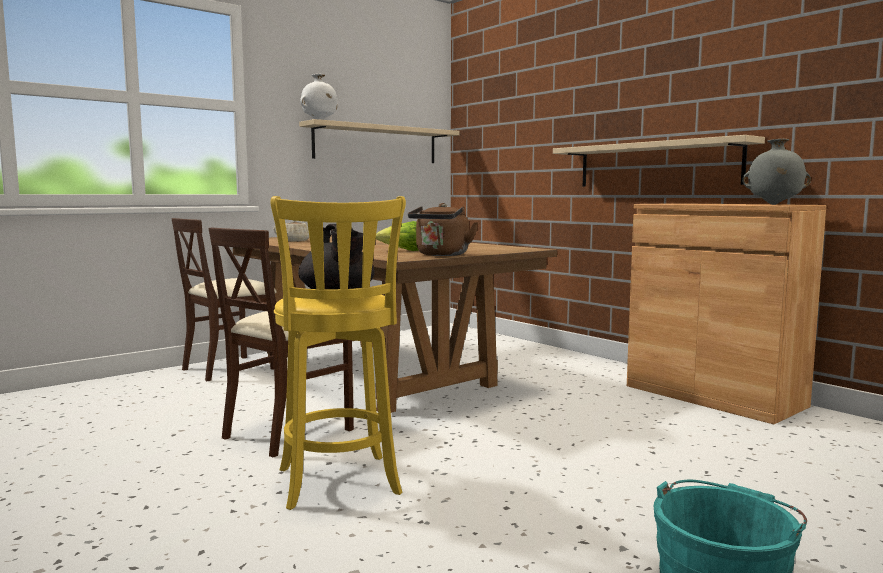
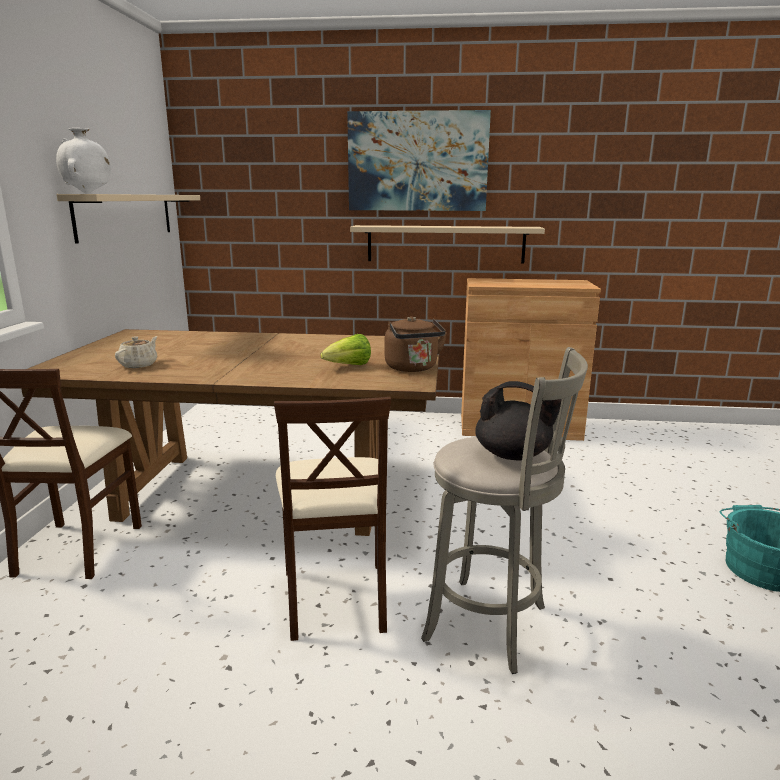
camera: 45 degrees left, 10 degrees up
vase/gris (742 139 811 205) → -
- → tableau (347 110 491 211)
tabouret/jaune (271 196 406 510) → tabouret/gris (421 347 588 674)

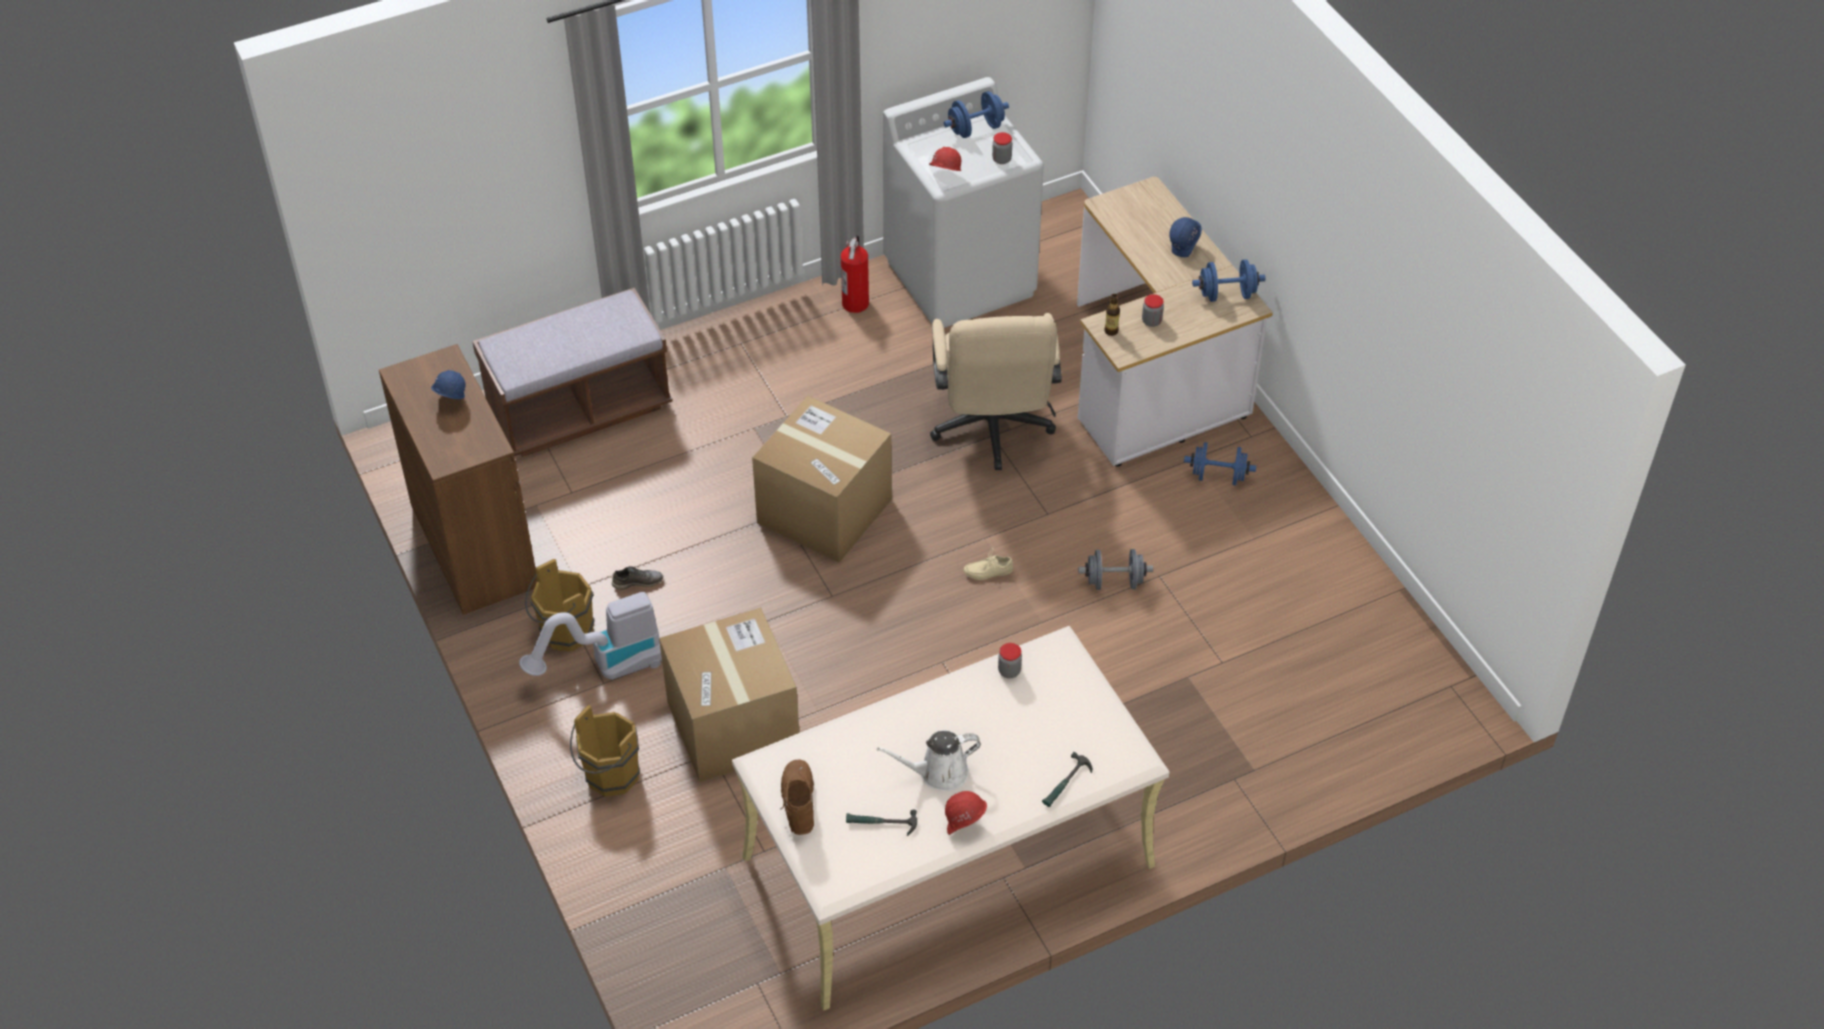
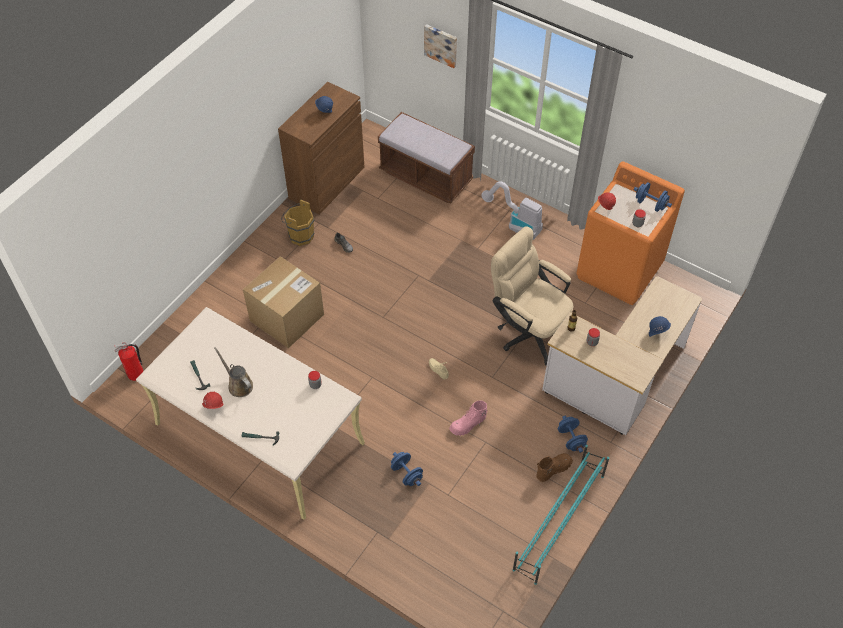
camera: 60 degrees right, 5 degrees up
seau/marron (570 705 640 797) → -
carton (752 395 892 563) → -
- → tableau (424 24 457 68)
- → étagère à chaussures/turquoise (513 445 609 585)
aspirateur (519 592 662 680) → aspirateur (482 181 543 240), move
botte/marron (780 759 814 835) → botte/marron (536 453 573 482), move
extincteur (841 235 869 313) → extincteur (114 342 143 381), move
haltère/bleu (1192 259 1265 302) → haltère/bleu (391 452 423 486), move
haltère/gris (1078 549 1153 590) → botte/rose (449 400 488 436)
arrosoir/blanc (877 730 981 791) → arrosoir/marron (214 347 253 397)
lave-linge/blanc (883 77 1044 328) → lave-linge/orange (576 161 685 305)
chaise de bureau/beige (930 313 1062 470) → chaise de bureau/beige (491 226 574 366), 75 degrees clockwise

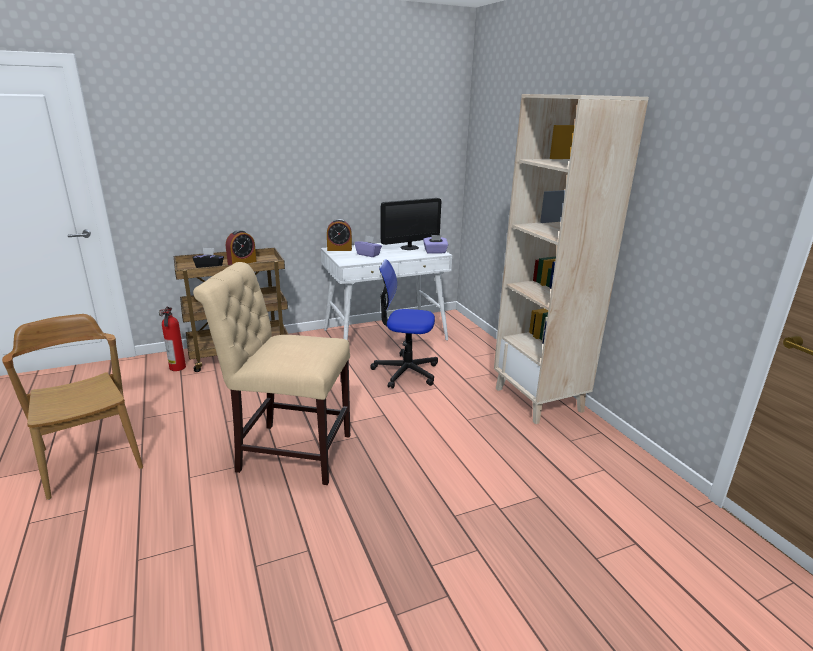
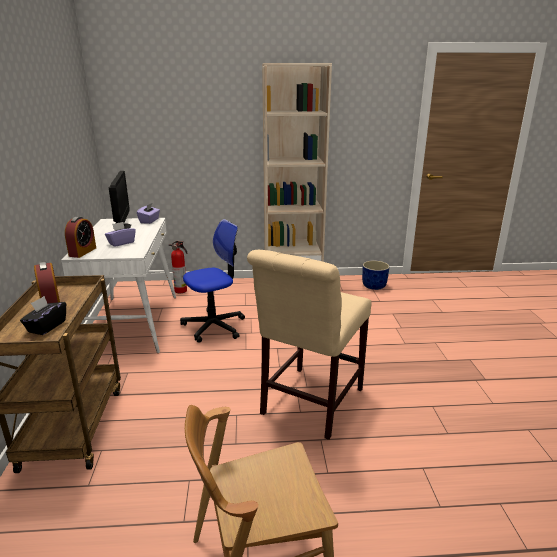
camera: 70 degrees left, 0 degrees up
- → cache-pot/bleu (362 261 390 290)
extincteur (159 307 186 371) → extincteur (169 241 187 293), move
chaise de bureau (370 259 438 389) → chaise de bureau (180 219 245 343), 150 degrees counterclockwise

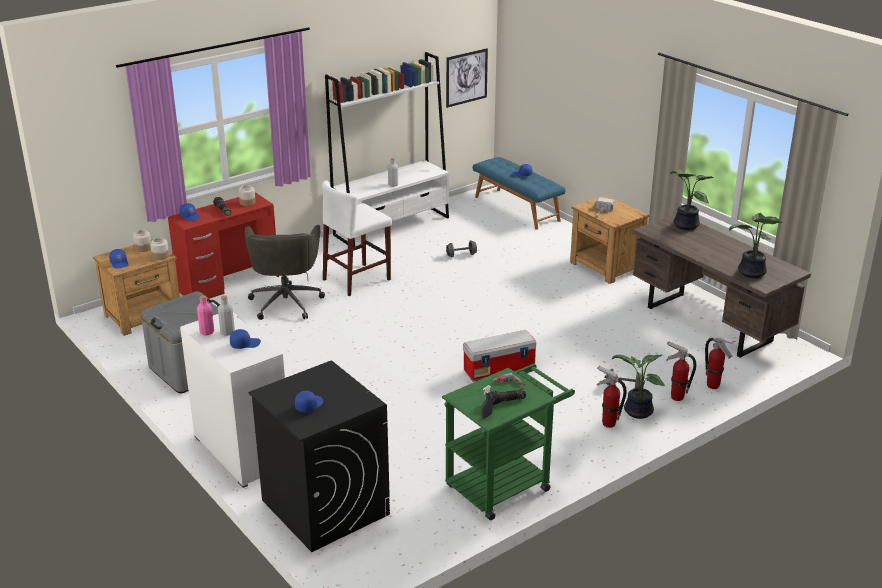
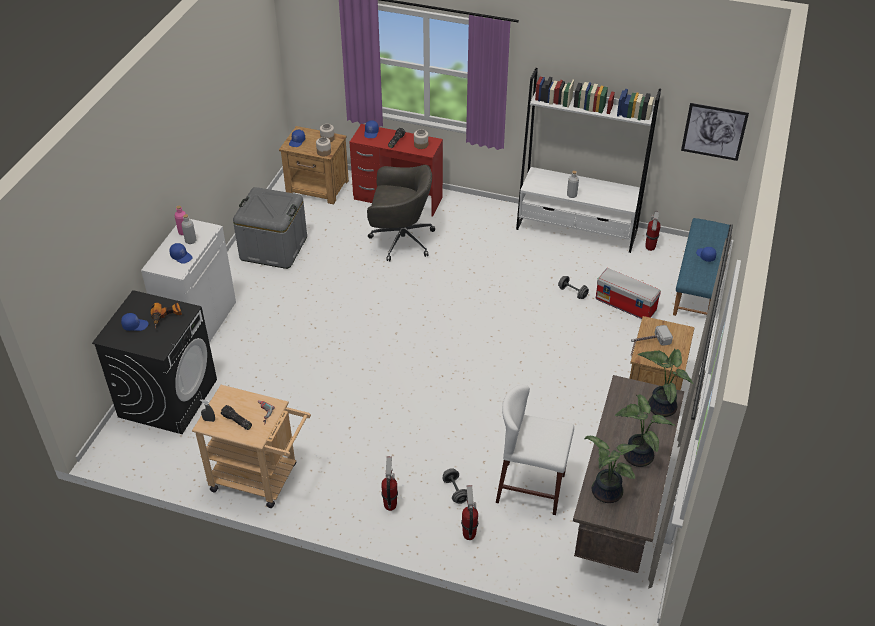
camera: 55 degrees right, 15 degrees up
- → perceuse (151 303 182 329)
tabouret/blanc (322 181 392 296) → tabouret/blanc (496 385 574 515), move
boîte de rangement (463 330 537 382) → boîte de rangement (596 268 661 319), move
plante en pot (612 355 665 419) → plante en pot (615 394 675 467), move
extincteur (705 336 735 389) → extincteur (645 211 661 251), move
chariot/vert (442 364 575 520) → chariot/beige (192 385 311 508)
chaise de bureau/gris (245 225 325 320) → chaise de bureau/gris (367 165 435 261), 135 degrees counterclockwise

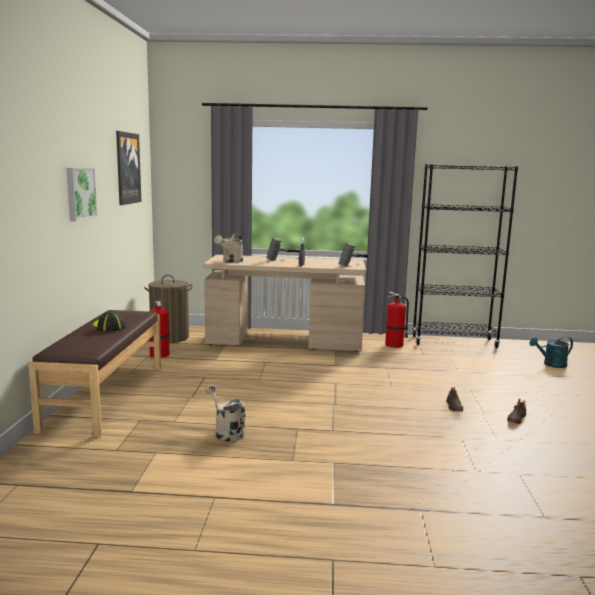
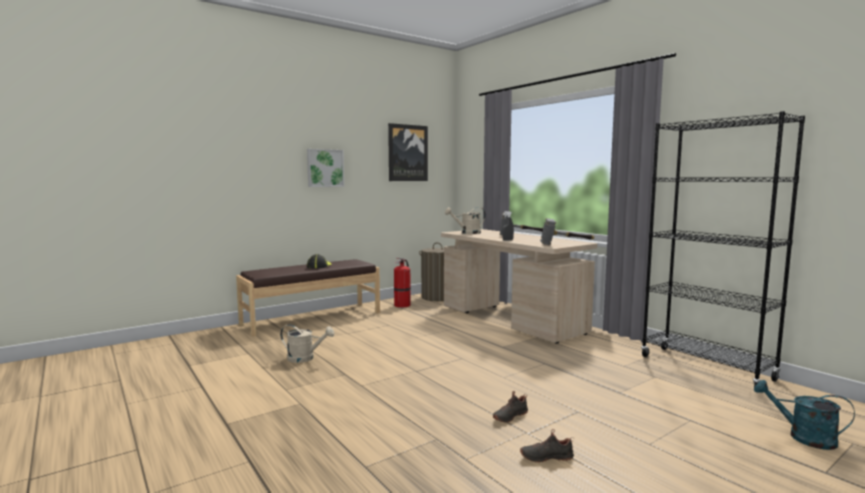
camera: 50 degrees right, 5 degrees down
extincteur (385 292 409 348) → -
arrosoir/beige (205 384 245 441) → arrosoir/beige (280 324 335 363), 90 degrees clockwise

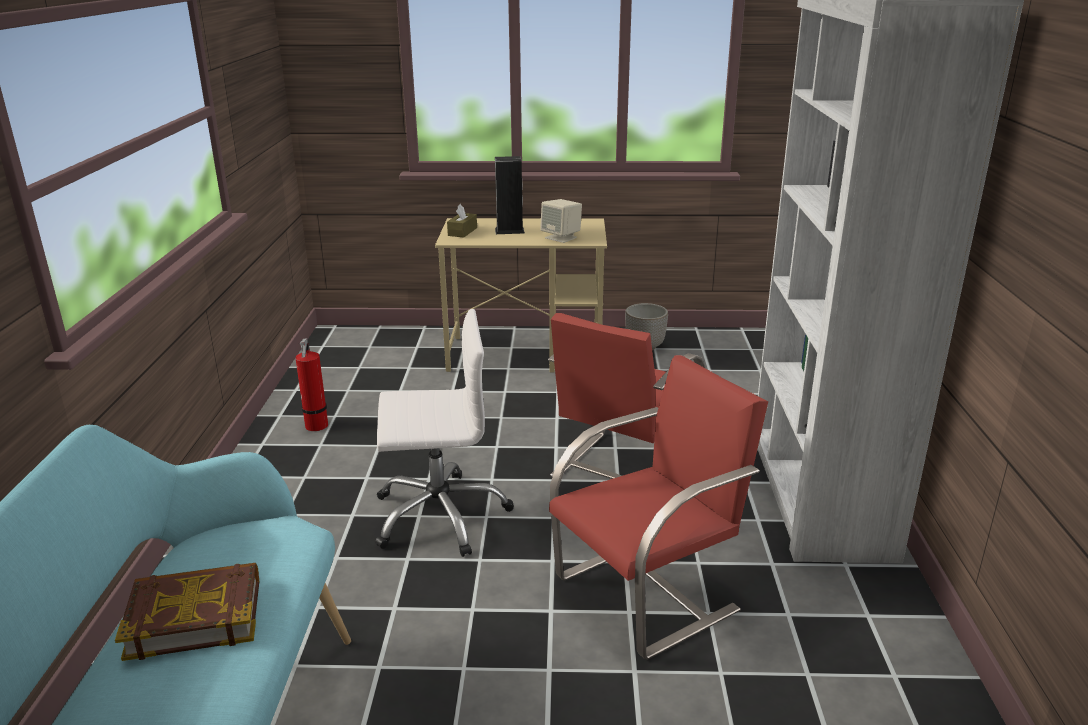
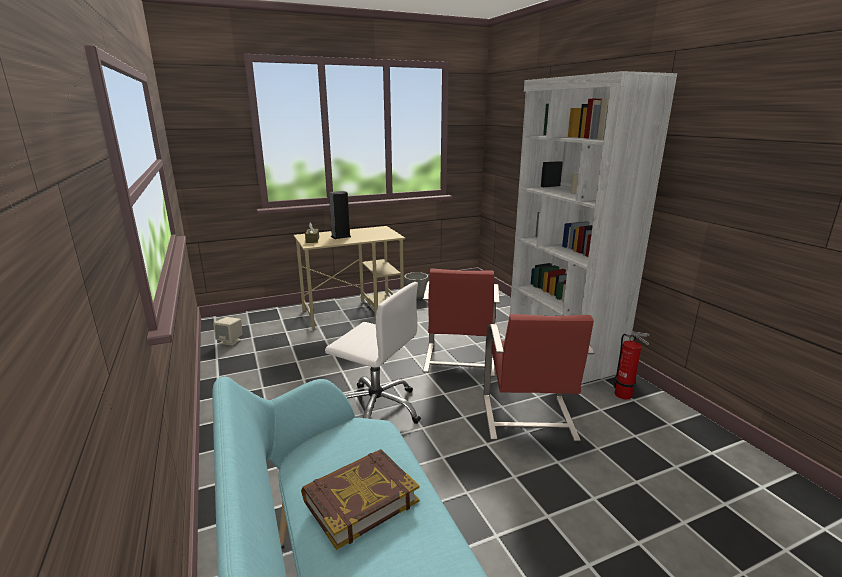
camera: 25 degrees left, 5 degrees down
extincteur (295 339 328 431) → extincteur (614 331 649 400), move
enceinte/beige (540 199 582 243) → enceinte/beige (214 317 243 346), move
chaise de bureau/blanc (375 309 514 557) → chaise de bureau/blanc (325 282 421 424), 60 degrees clockwise
chaise/rouge (549 355 768 660) → chaise/rouge (483 314 595 441), 150 degrees clockwise

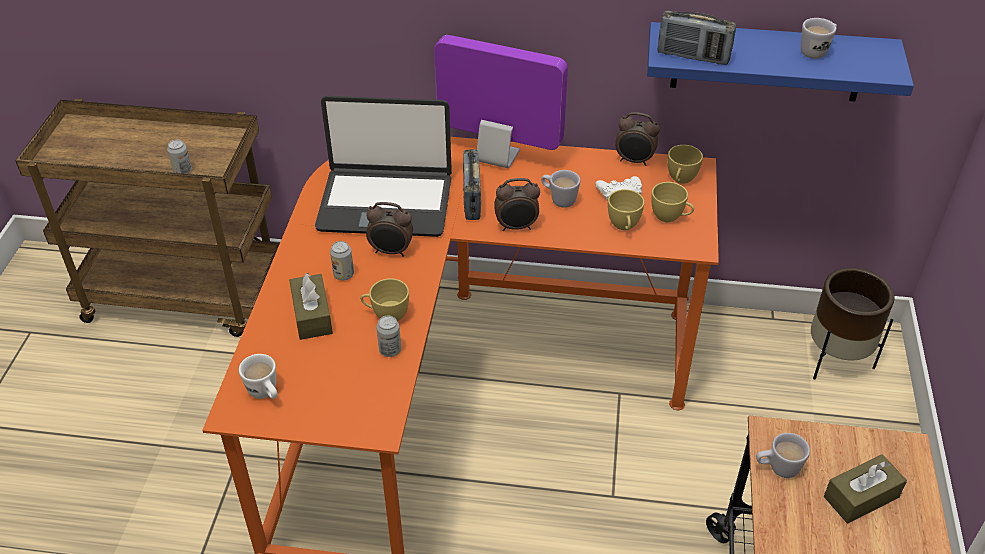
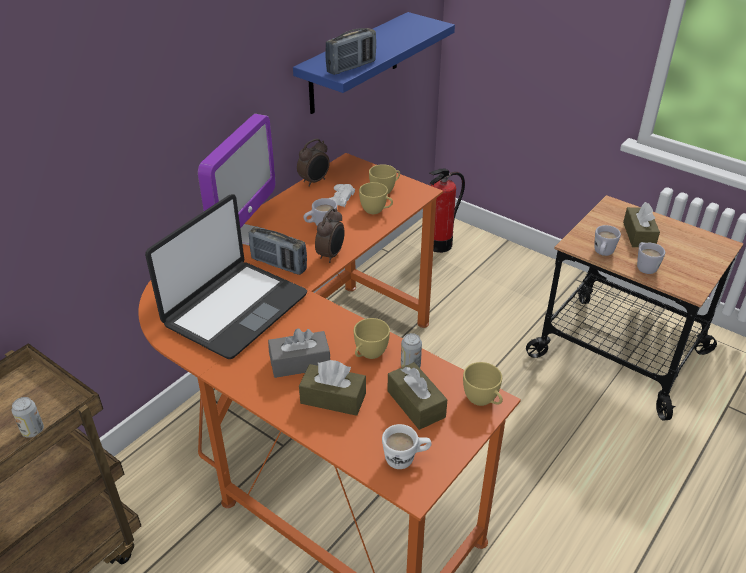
camera: 60 degrees left, 5 degrees down
réveil (366 202 413 257) → -
- → boîte à mouchoirs/marron (387 362 448 430)
tasse/jaune (668 145 703 184) → tasse/jaune (463 362 503 406), move
mug/blanc (801 18 837 59) → mug/blanc (637 242 665 274), move
boîte métallique (330 241 354 280) → boîte à mouchoirs/gris (268 328 330 378)
cache-pot/marron (811 268 895 380) → extincteur (429 168 465 253)
écran d'ordinateur (434 35 568 168) → écran d'ordinateur (198 114 276 245), 150 degrees clockwise

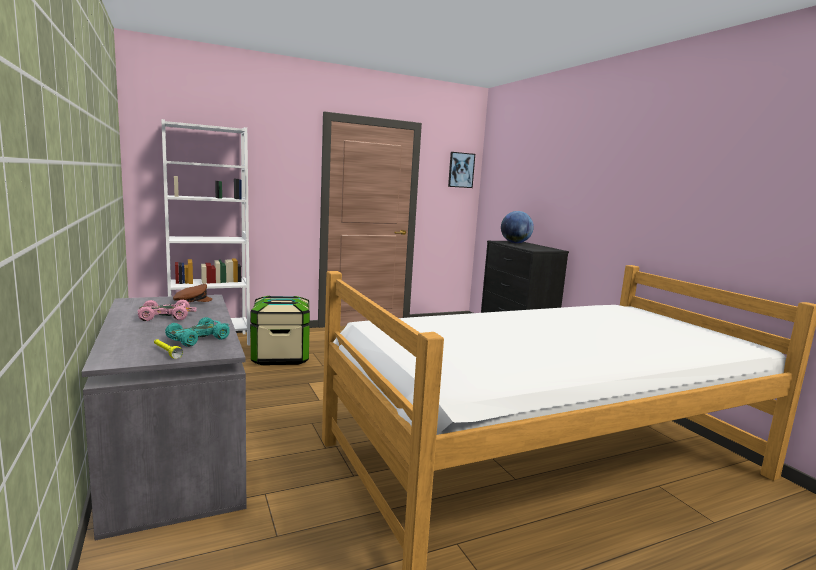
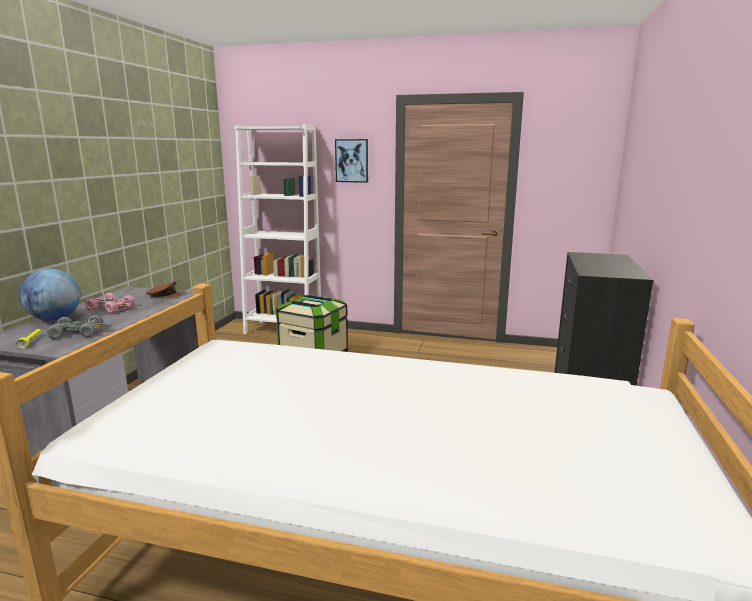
camera: 40 degrees right, 5 degrees up
tableau (448 152 475 188) → tableau (335 139 368 183), move
globe (501 211 534 243) → globe (19 269 81 321), move
petite voiture/turquoise (165 317 230 347) → petite voiture/gris (47 315 108 339)

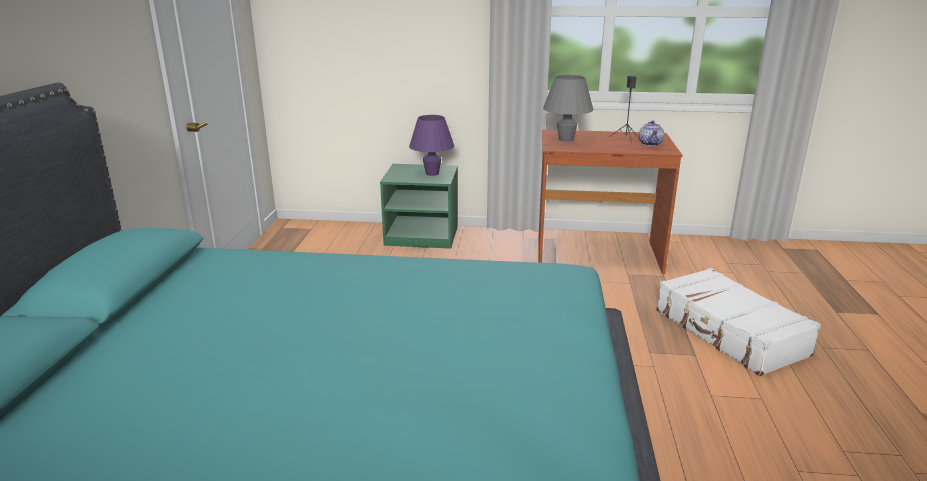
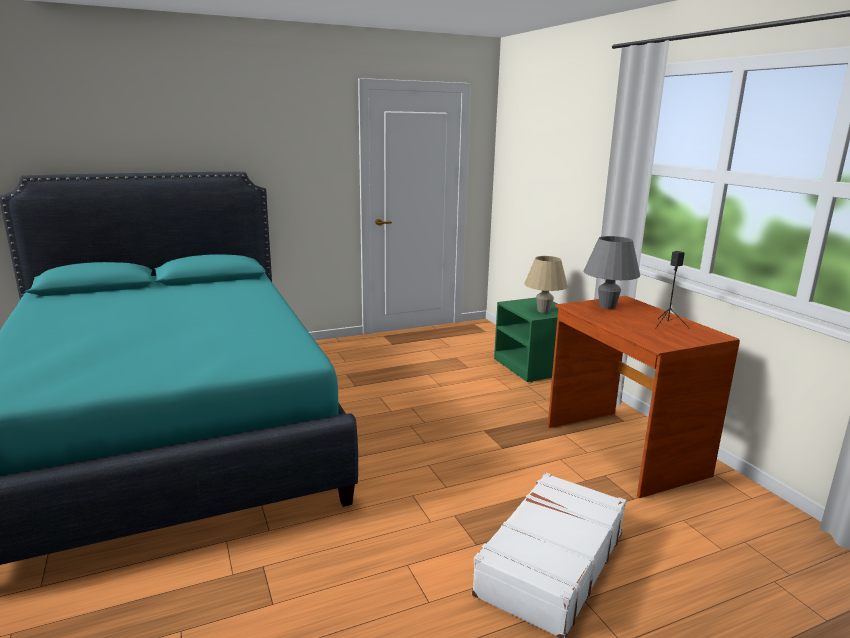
camera: 60 degrees right, 5 degrees down
théière (639 121 664 146) → -
lampe de table/violet (409 115 454 176) → lampe de table/beige (524 256 568 313)

